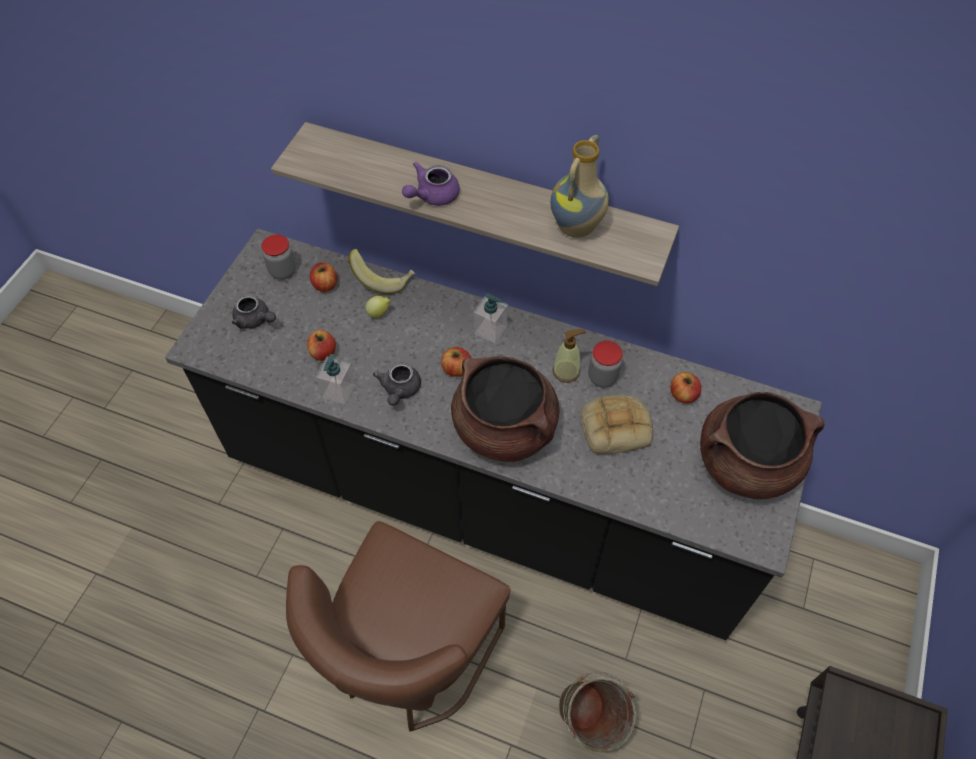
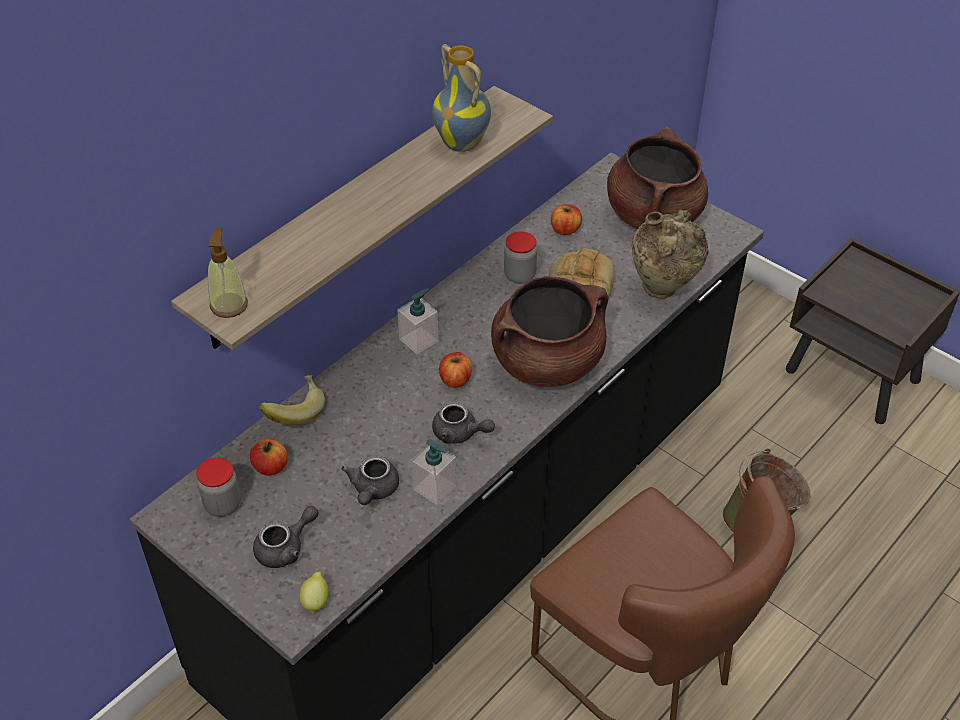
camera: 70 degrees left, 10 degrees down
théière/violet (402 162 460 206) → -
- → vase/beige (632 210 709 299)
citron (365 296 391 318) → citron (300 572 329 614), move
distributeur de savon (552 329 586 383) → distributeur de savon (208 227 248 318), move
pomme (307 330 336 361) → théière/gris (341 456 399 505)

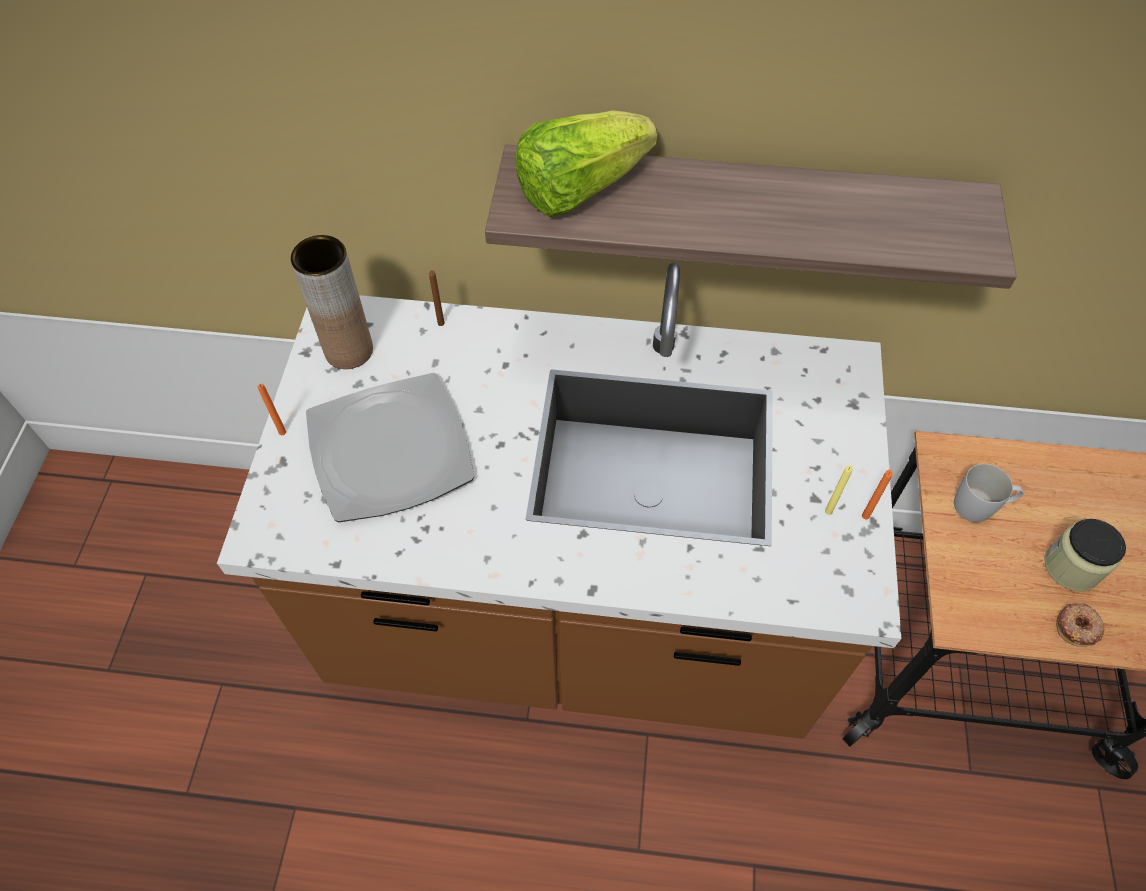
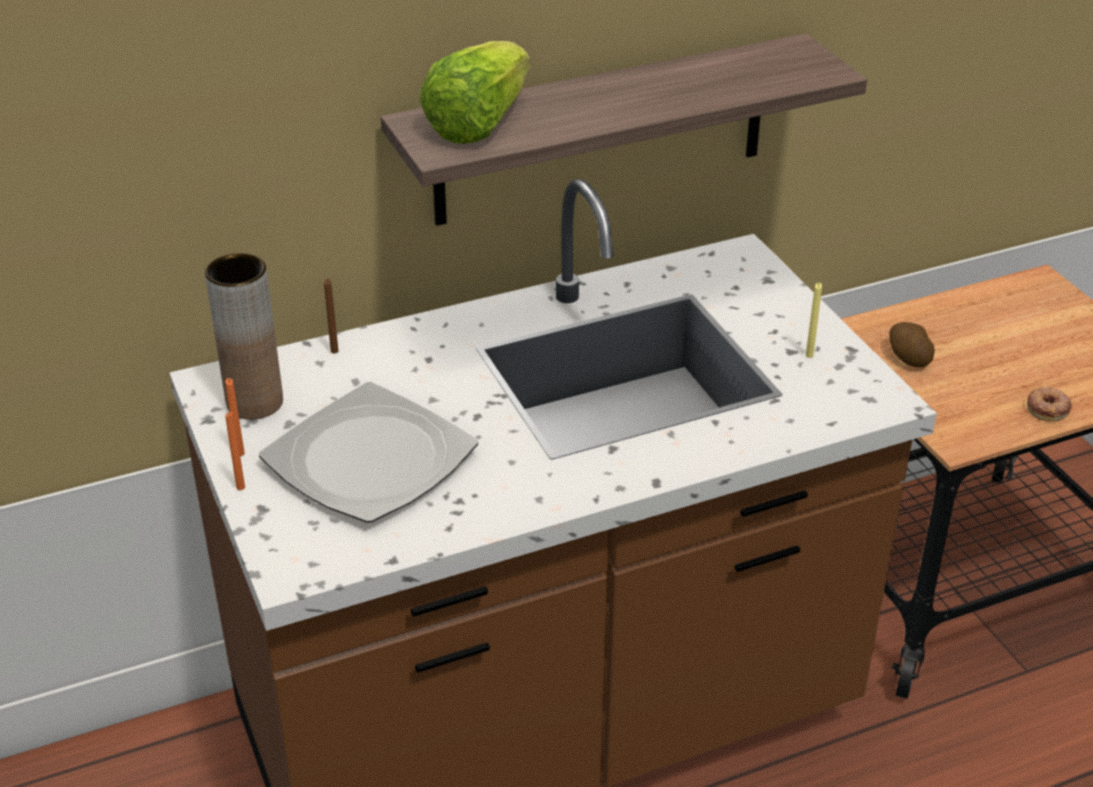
camera: 30 degrees left, 20 degrees down
bocal (1044 519 1126 592) → -
bougie/orange (862 470 893 519) → bougie/orange (225 378 245 456), move
mug/blanc (954 464 1024 522) → pomme de terre (889 322 935 368)

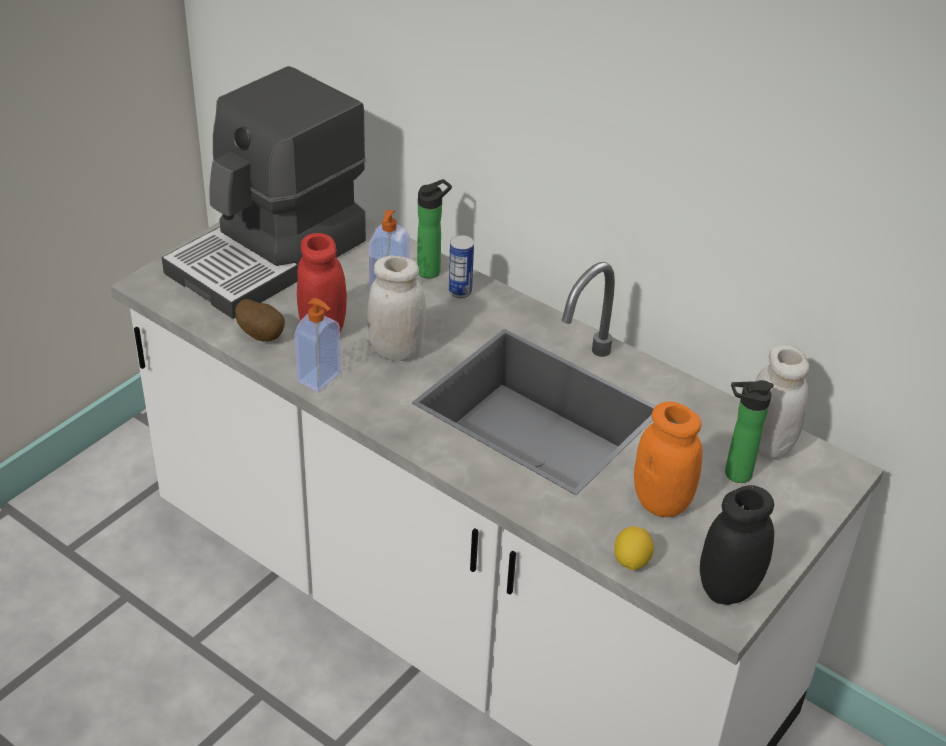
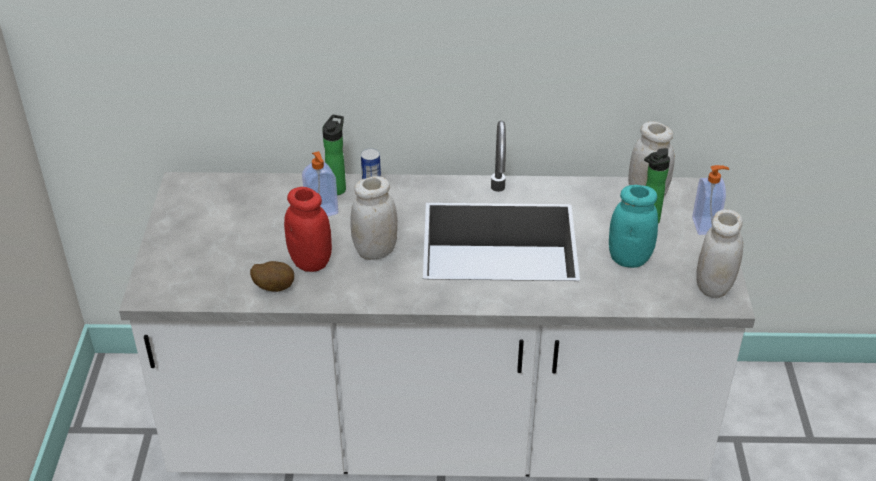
camera: 35 degrees left, 0 degrees up
machine à café (162 66 366 319) → -
citron (614 526 654 570) → -
distributeur de savon (294 298 341 392) → distributeur de savon (692 165 729 235), move
bocal/orange (634 402 703 517) → bocal/turquoise (609 185 658 268)
bocal/noir (700 485 774 605) → bocal/blanc (696 209 743 298)

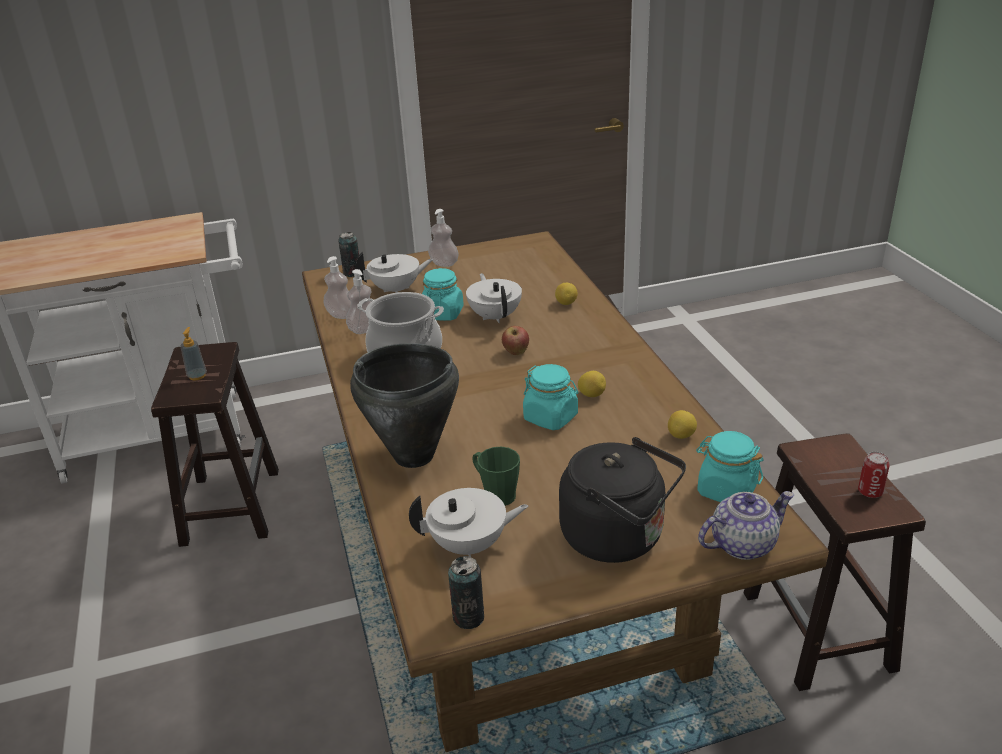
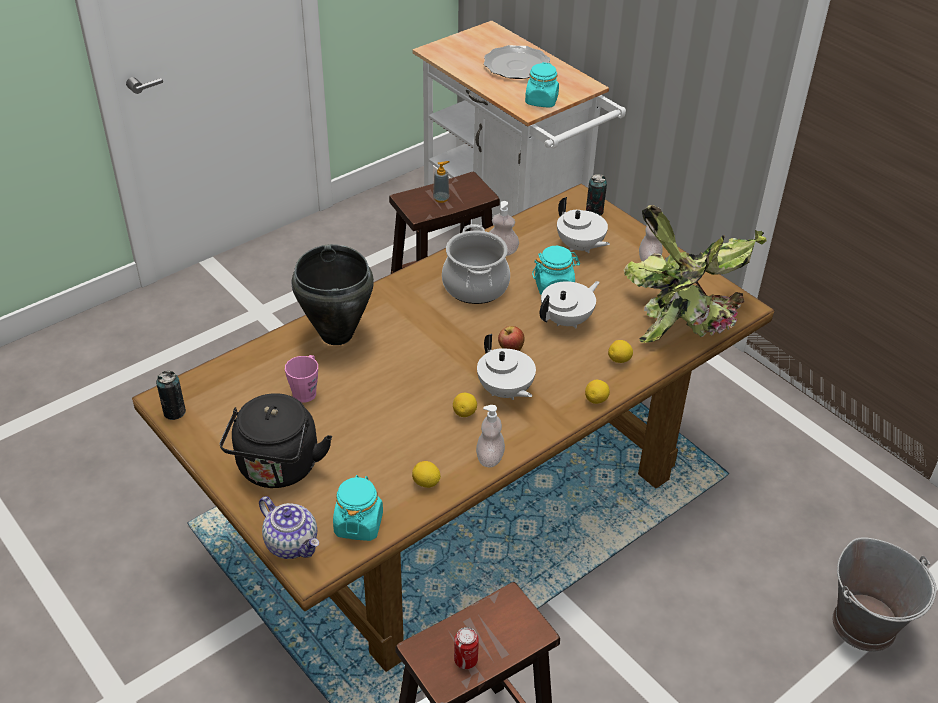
camera: 65 degrees right, 10 degrees up
- → assiette (484 45 550 79)
- → citron (585 380 610 404)
- → plante en pot (624 205 767 343)
- → seau/gris (833 537 937 652)
distributeur de savon (324 256 351 319) → distributeur de savon (476 405 505 467), move
théière/blanc (409 488 528 557) → théière/blanc (477 334 536 400), move
bocal/turquoise (523 364 578 430) → bocal/turquoise (525 62 559 108), move
mug/vert (472 447 520 506) → mug/rose (285 355 318 403)

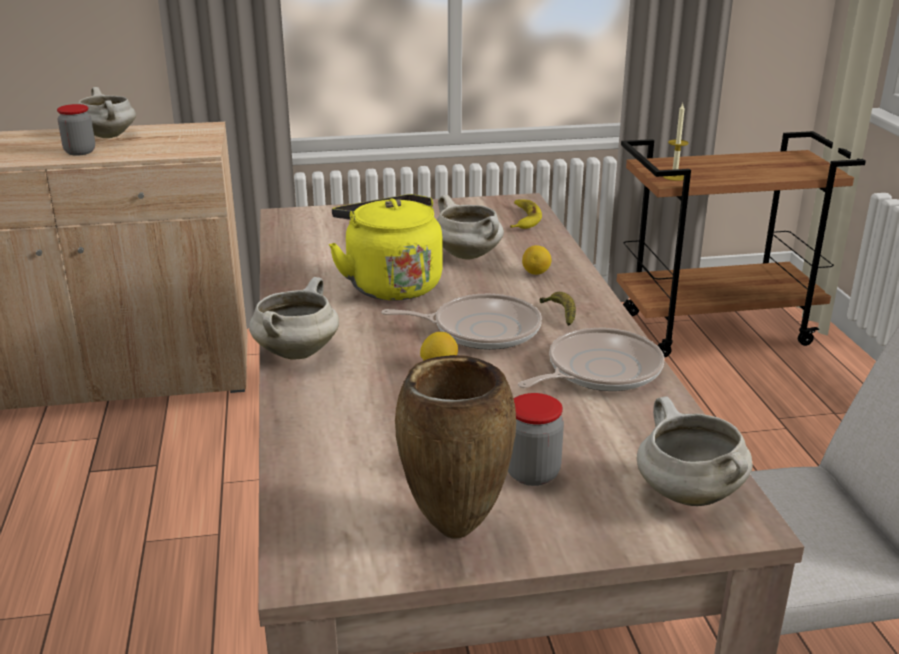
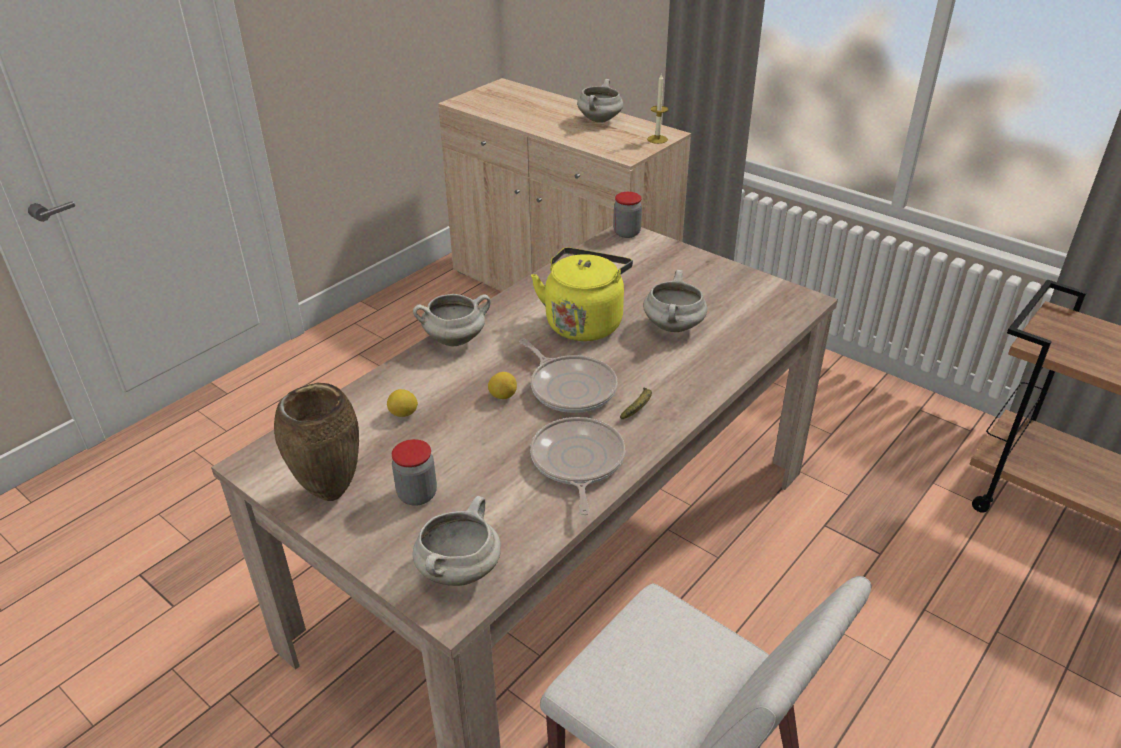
camera: 50 degrees right, 10 degrees up
banane (510 199 542 229) → -
bocal (57 104 95 156) → bocal (613 192 642 238), move
citron (522 245 551 275) → citron (387 389 418 417), move
bougie (663 103 688 181) → bougie (647 73 668 144), move
poêle (518 328 664 391) → poêle (530 417 625 515), 105 degrees counterclockwise

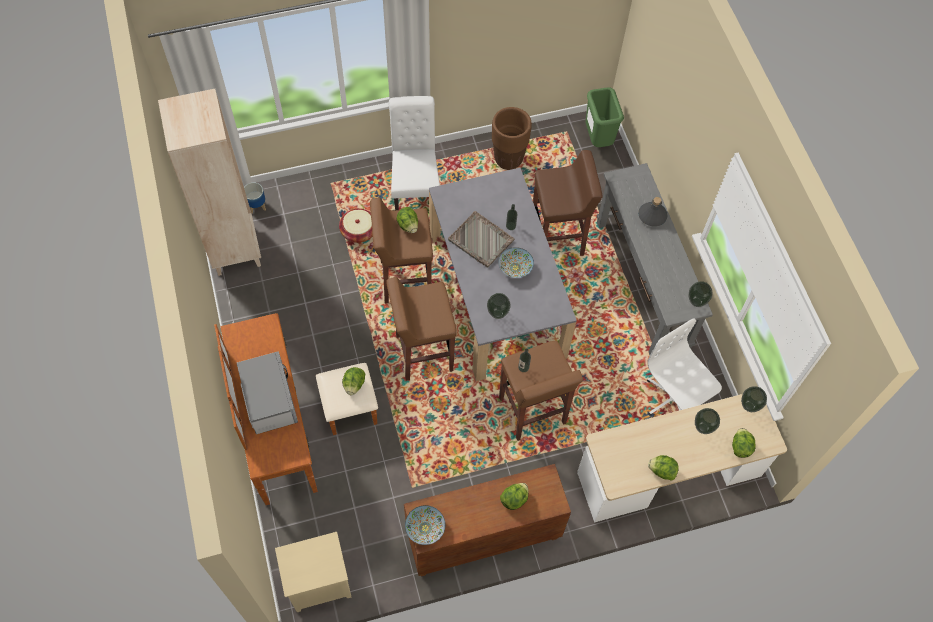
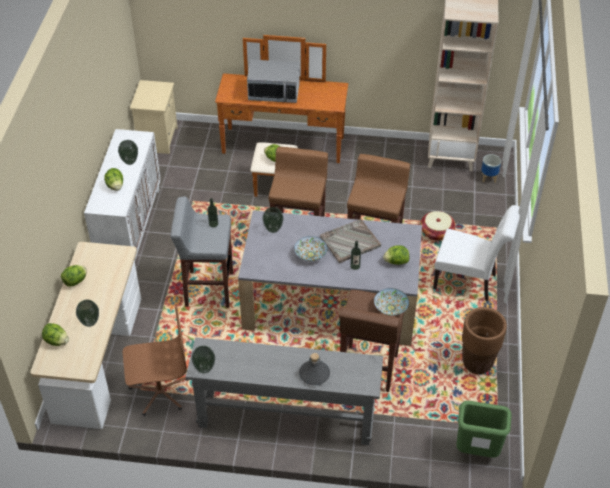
camera: 115 degrees right, 15 degrees down
laitue (396 207 418 233) → laitue (383 245 409 265), move
bol (405 505 445 545) → bol (374 288 409 316), move
vase (741 386 767 412) → vase (118 140 138 165), move
meuble de rangement/marron (404 464 571 577) → meuble de rangement/blanc (84 129 161 261)
tabouret/marron (499 341 583 441) → tabouret/gris (170 197 233 308)
chaise de bureau/blanc (647 318 722 415) → chaise de bureau/marron (123 307 188 416)

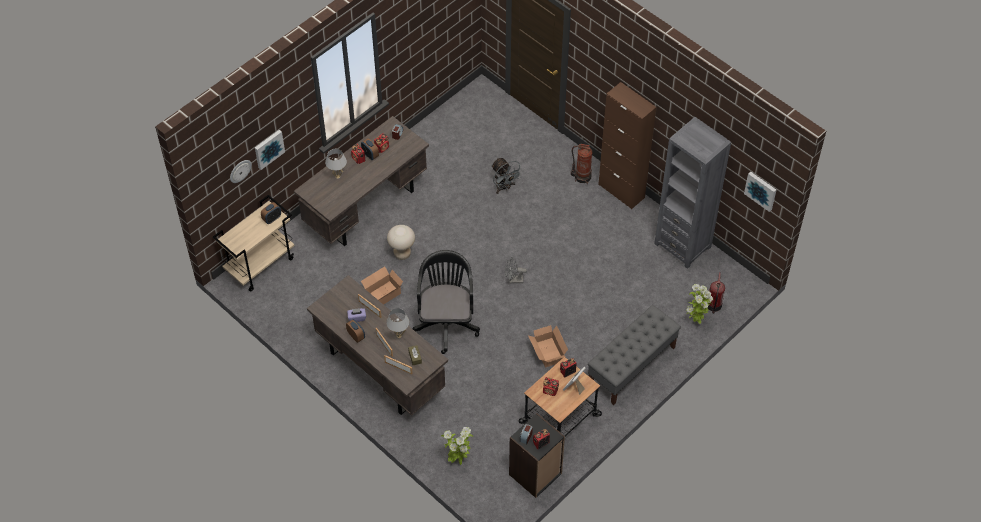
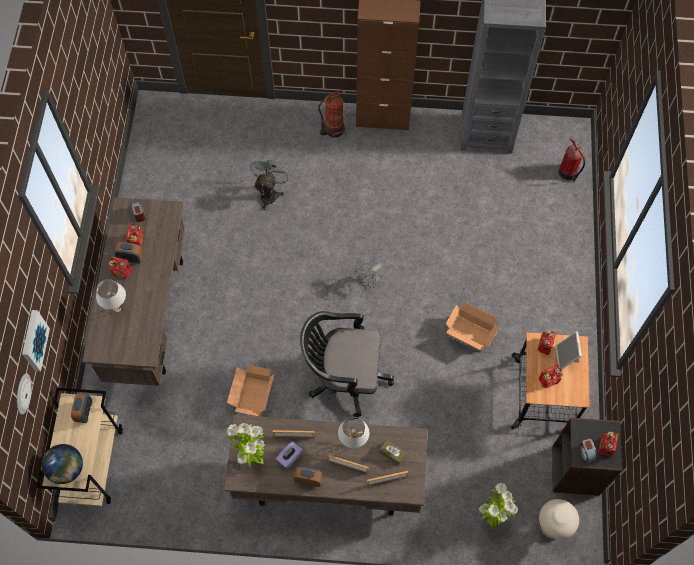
camera: 40 degrees left, 10 degrees up
banc/gris (588 305 681 405) → -
tableau (744 172 776 212) → -
- → globe (42 444 83 484)
tabouret/beige (387 225 415 260) → tabouret/beige (539 499 579 540), move
plante en pot (686 284 713 324) → plante en pot (227 423 265 466), move
chaise de bureau/noir (413 250 480 354) → chaise de bureau/noir (300 311 394 419), 45 degrees counterclockwise
ventilateur/gris (491 158 524 194) → ventilateur/gris (250 154 291 210), 90 degrees counterclockwise

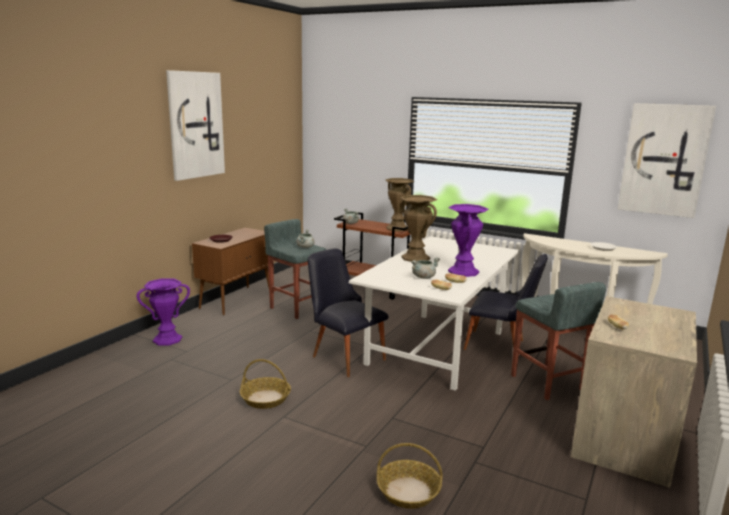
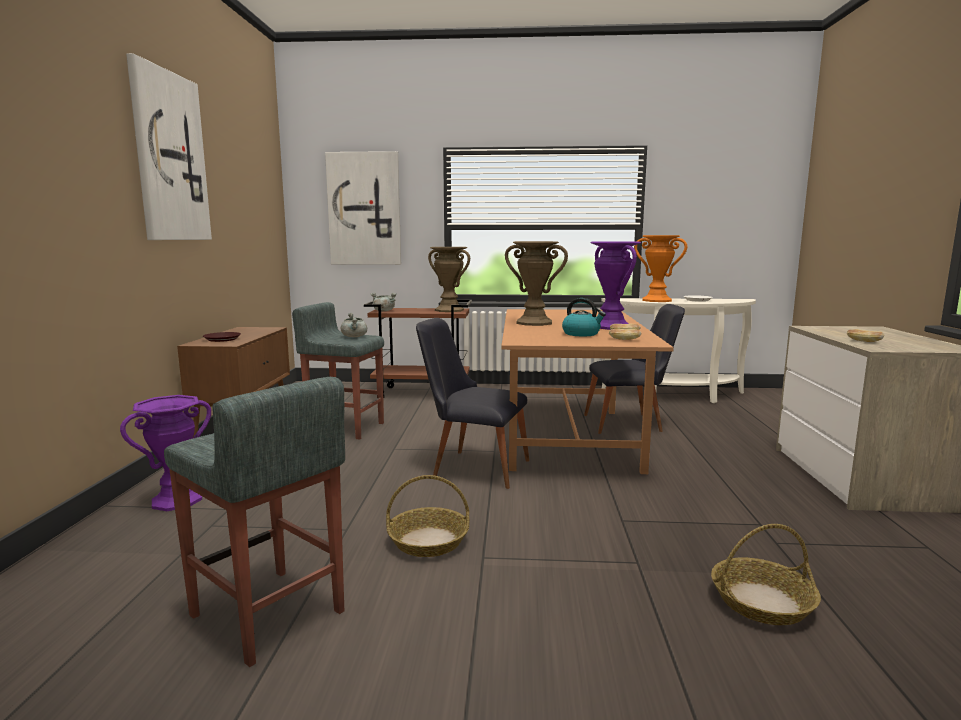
camera: 25 degrees left, 5 degrees down
- → vase/orange (634 235 687 302)
tabouret/gris (511 282 606 400) → tabouret/gris (164 377 345 667), move
tableau (618 103 716 218) → tableau (325 151 401 265), move
marmite/gris (411 257 440 279) → bouilloire (562 298 606 336)
table à manger/blanc (349 236 519 391) → table à manger/marron (501 309 674 474)

